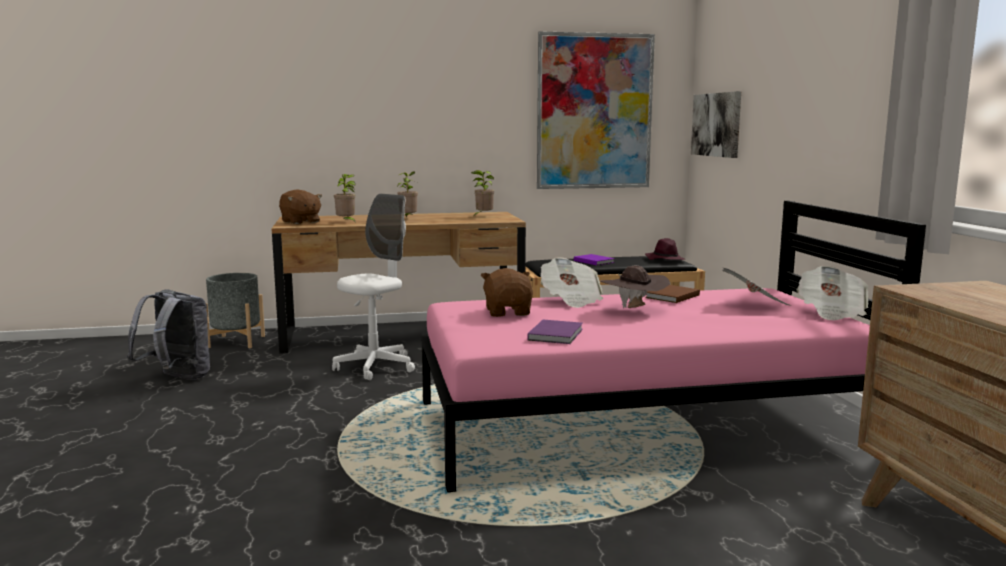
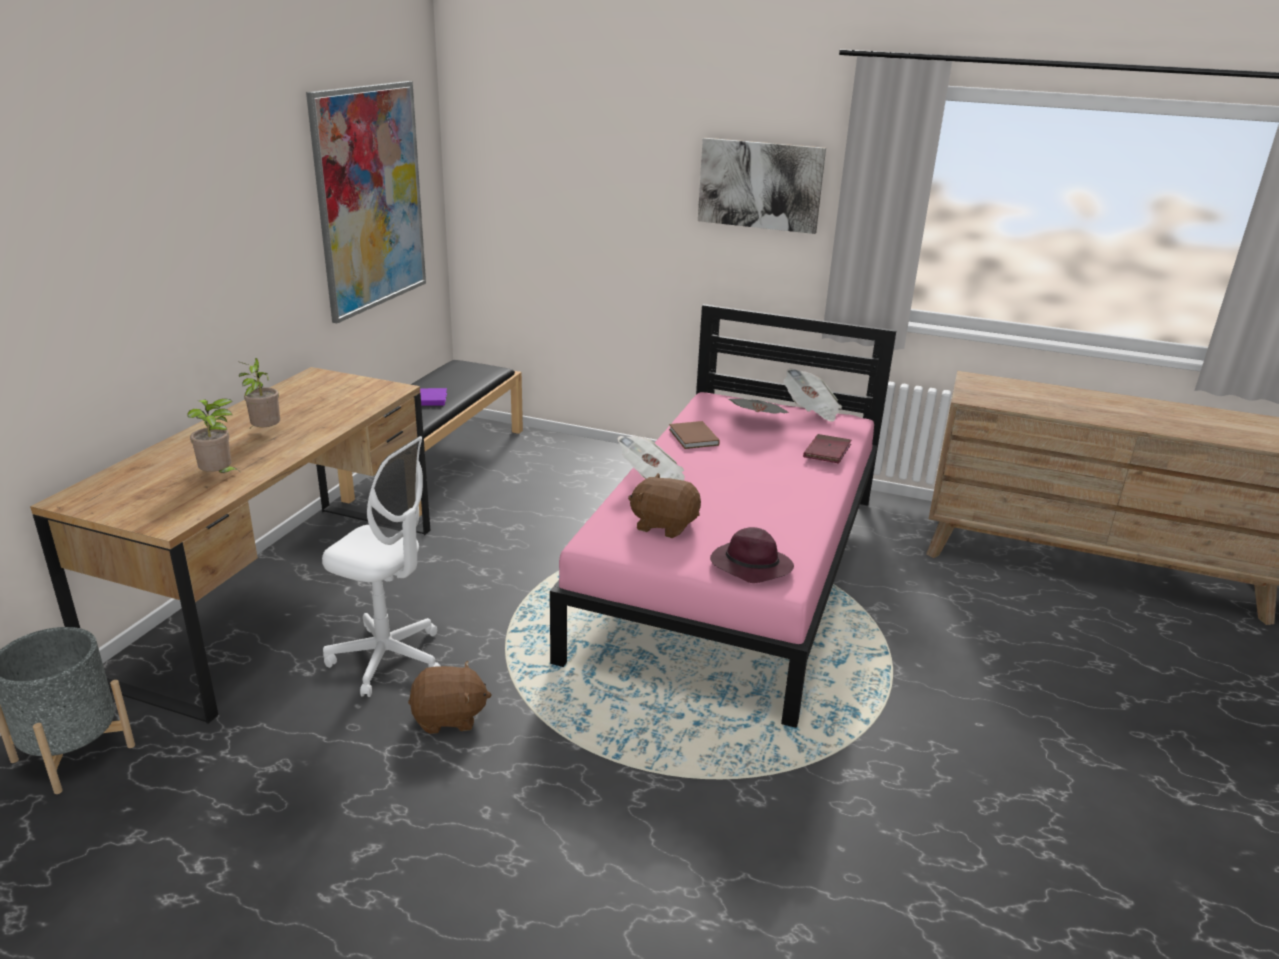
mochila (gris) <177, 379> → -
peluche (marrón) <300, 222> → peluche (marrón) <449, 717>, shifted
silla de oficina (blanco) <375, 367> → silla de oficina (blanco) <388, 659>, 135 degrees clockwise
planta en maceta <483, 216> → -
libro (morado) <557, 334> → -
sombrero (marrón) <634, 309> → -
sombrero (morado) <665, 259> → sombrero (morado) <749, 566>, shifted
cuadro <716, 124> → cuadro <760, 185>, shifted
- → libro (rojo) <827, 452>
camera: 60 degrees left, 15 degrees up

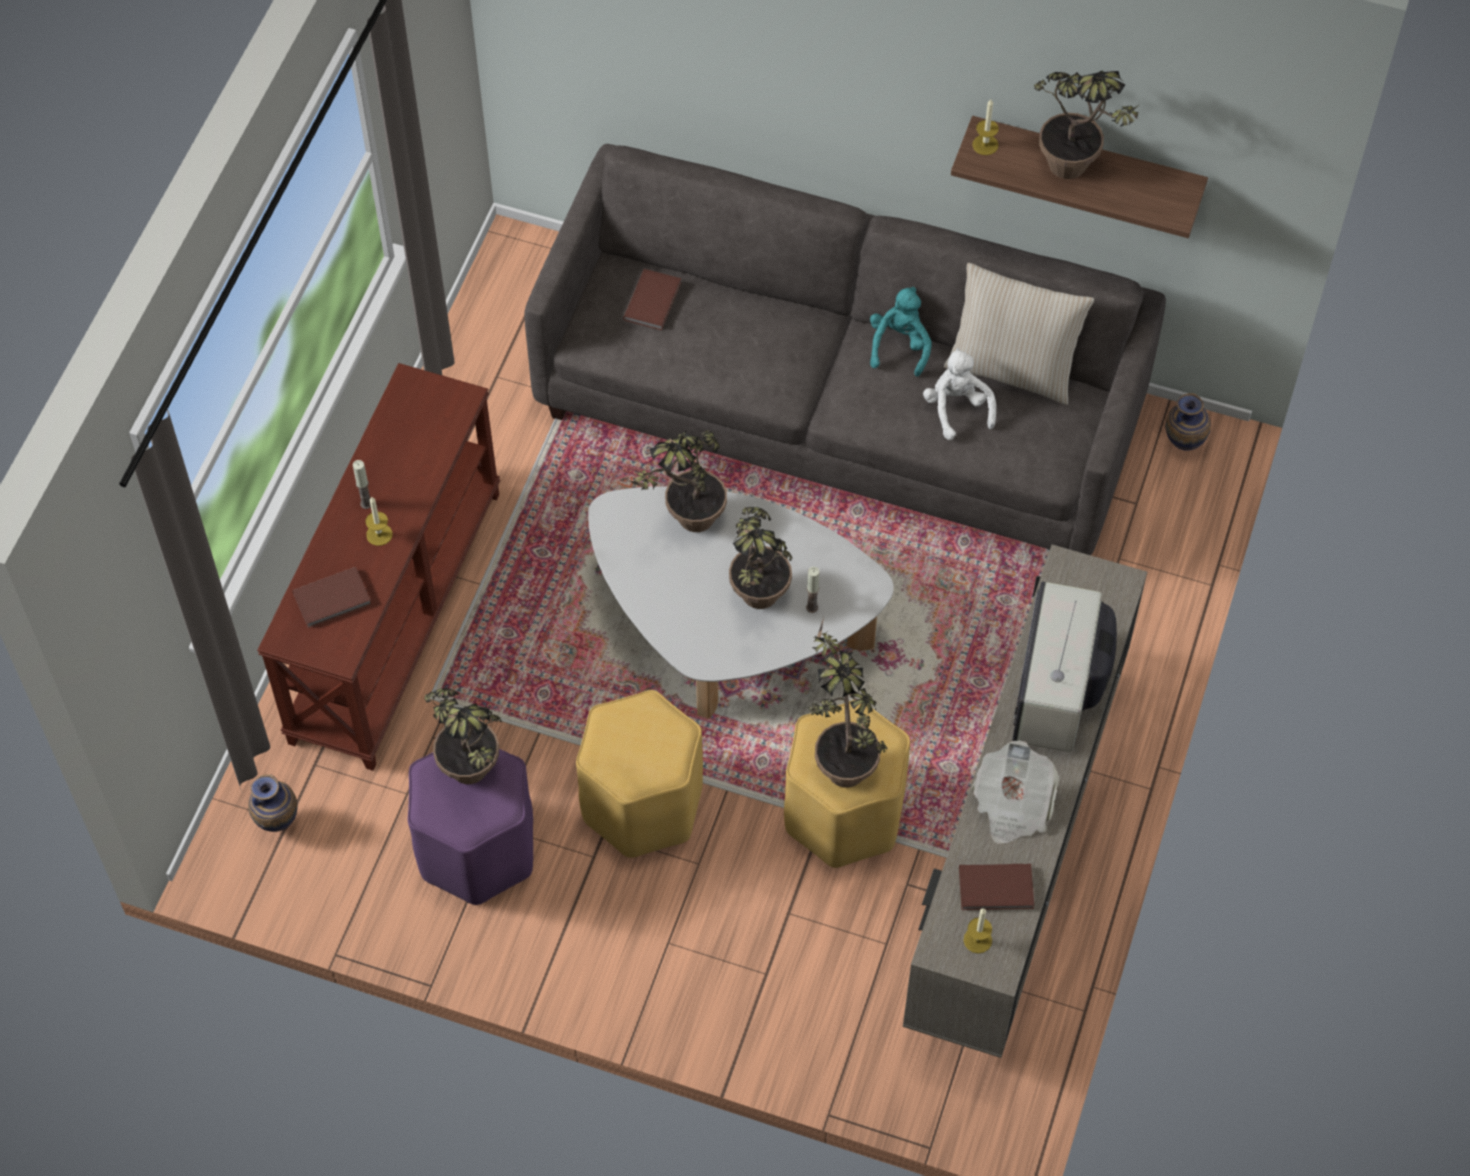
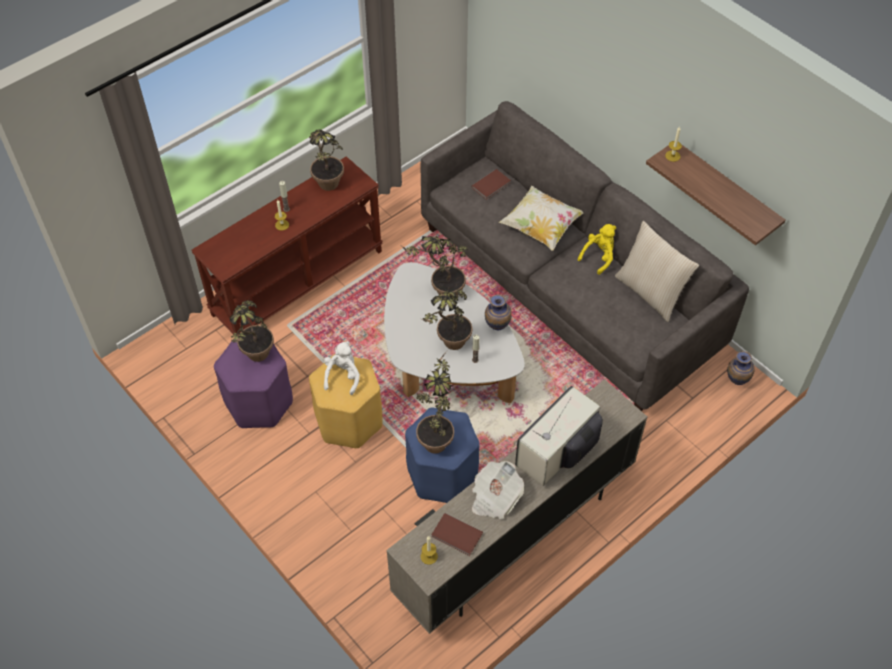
florero <278, 822> → florero <497, 326>, shifted
libro (marrón) <333, 599> → -
taburete (amarillo) <845, 813> → taburete (azul) <442, 474>
peluche (turquesa) <900, 346> → peluche (amarillo) <599, 257>
peluche (blanco) <957, 408> → peluche (blanco) <343, 376>, shifted
planta en maceta <1076, 174> → planta en maceta <328, 189>, shifted
- → cojín <541, 227>
camera: 30 degrees right, 5 degrees down

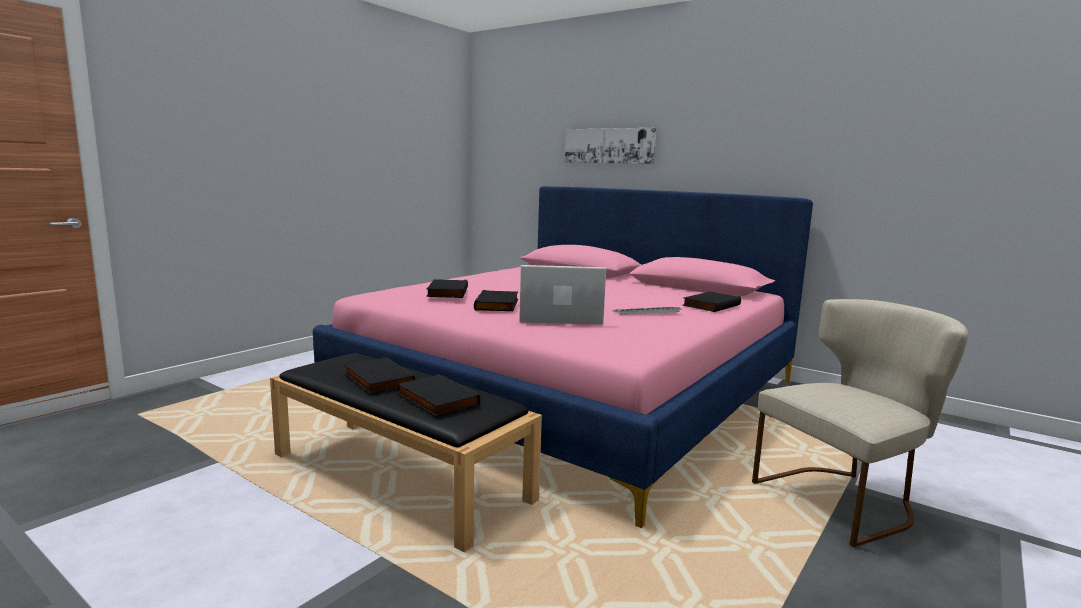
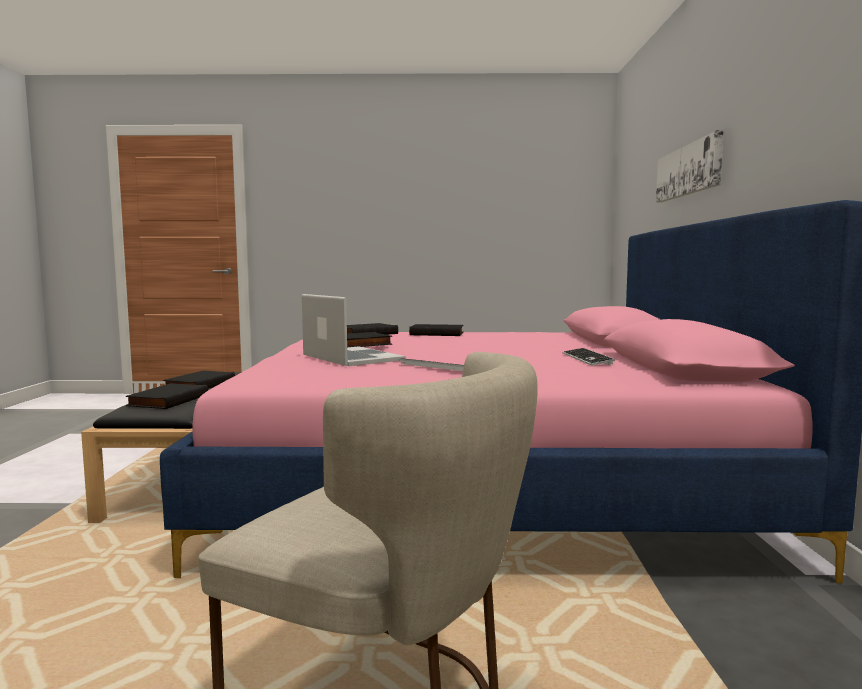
libro (negro) <710, 305> → libro (negro) <437, 333>, shifted
- → teclado <587, 359>
camera: 55 degrees right, 5 degrees down

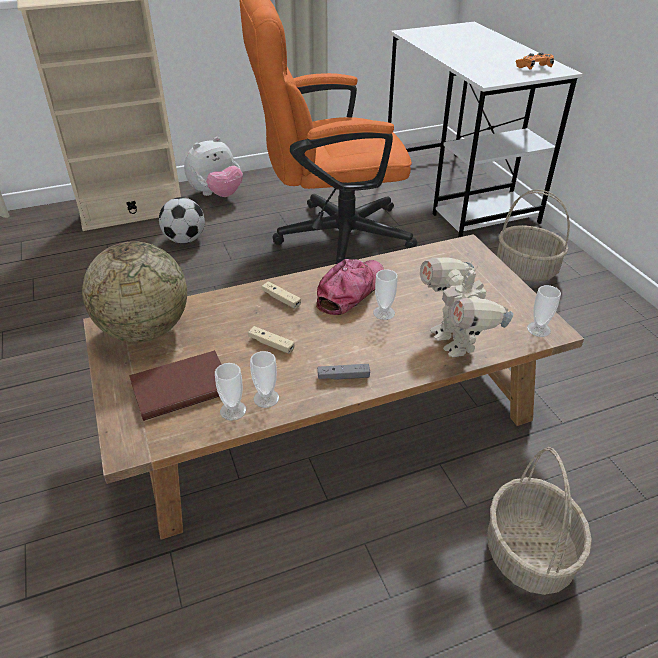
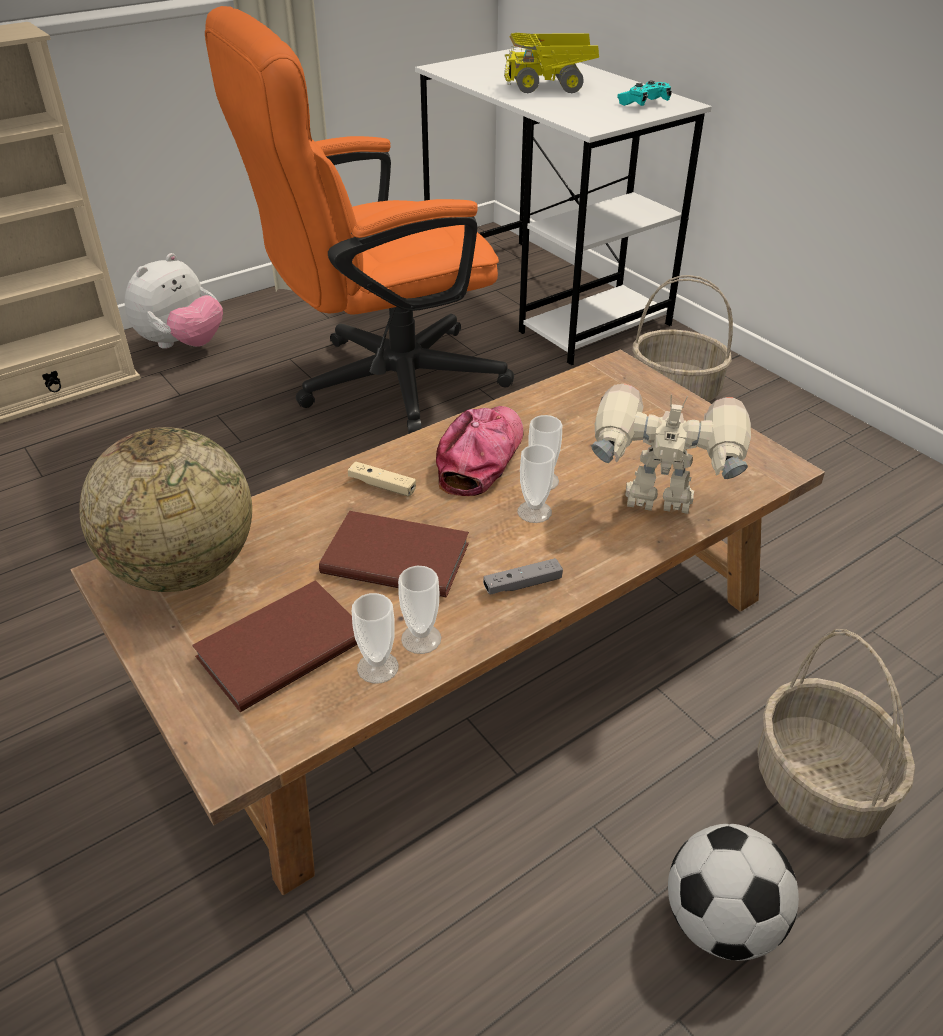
balón de fútbol <185, 240> → balón de fútbol <720, 922>, shifted
mando de consola (beis) <271, 344> → libro (marrón) <395, 556>
robot de juguete <455, 341> → robot de juguete <658, 505>, 135 degrees clockwise
mando de consola (naranja) <534, 68> → mando de consola (turquesa) <644, 104>
taza <538, 329> → taza <534, 512>, shifted
- → camión de juguete <551, 86>
camera: 15 degrees left, 0 degrees up

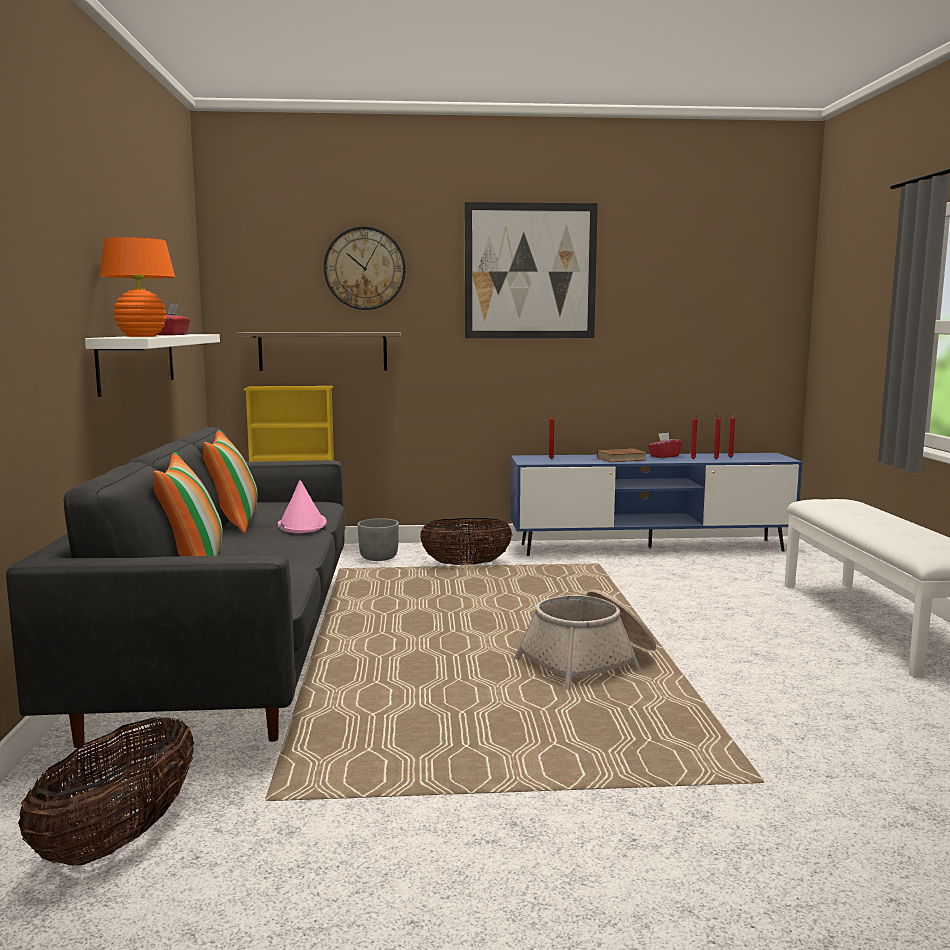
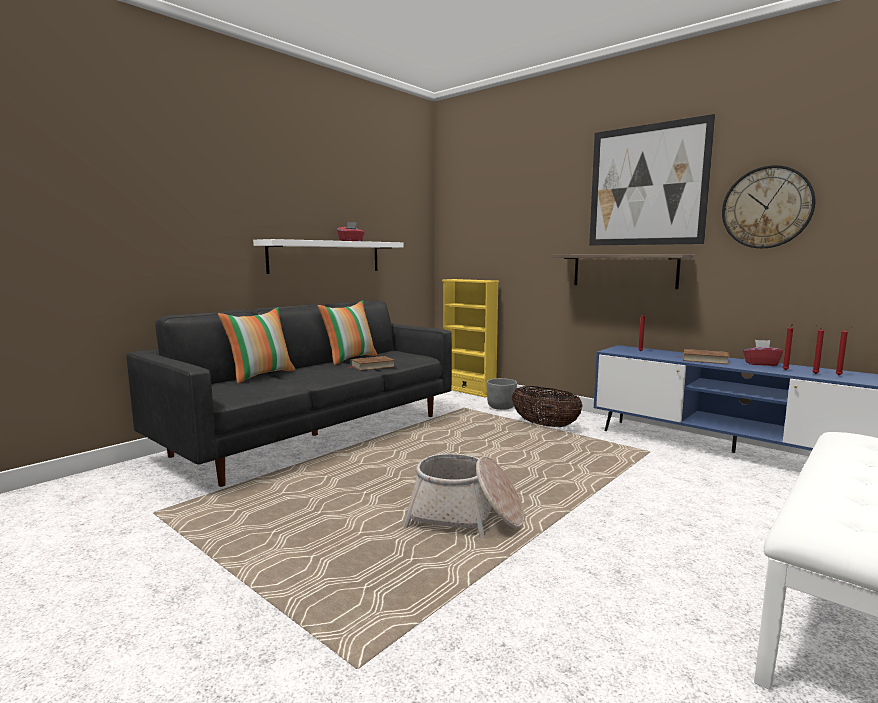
cesta <119, 839> → -
lámpara de mesa (naranja) <141, 336> → -
estante <323, 351> → estante <624, 270>, shifted
sombrero (rosa) <302, 525> → libro (marrón) <372, 366>
reloj de pared <364, 268> → reloj de pared <766, 207>, shifted
camera: 45 degrees right, 0 degrees up

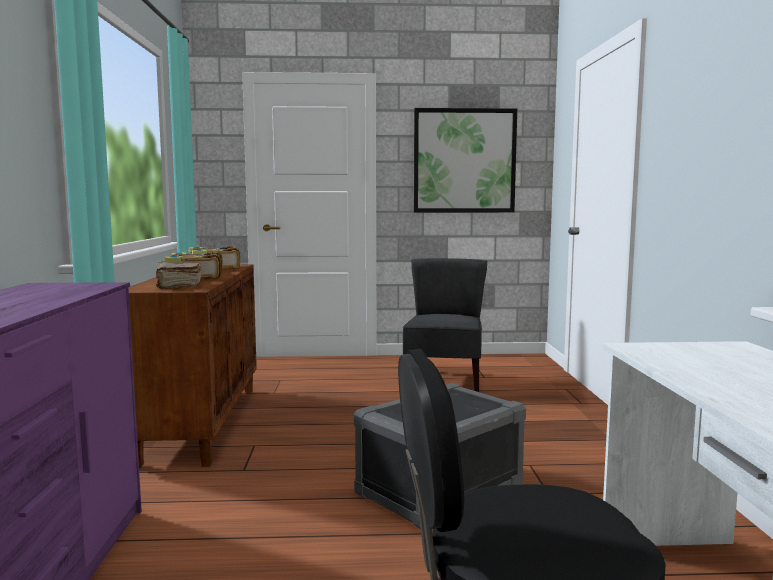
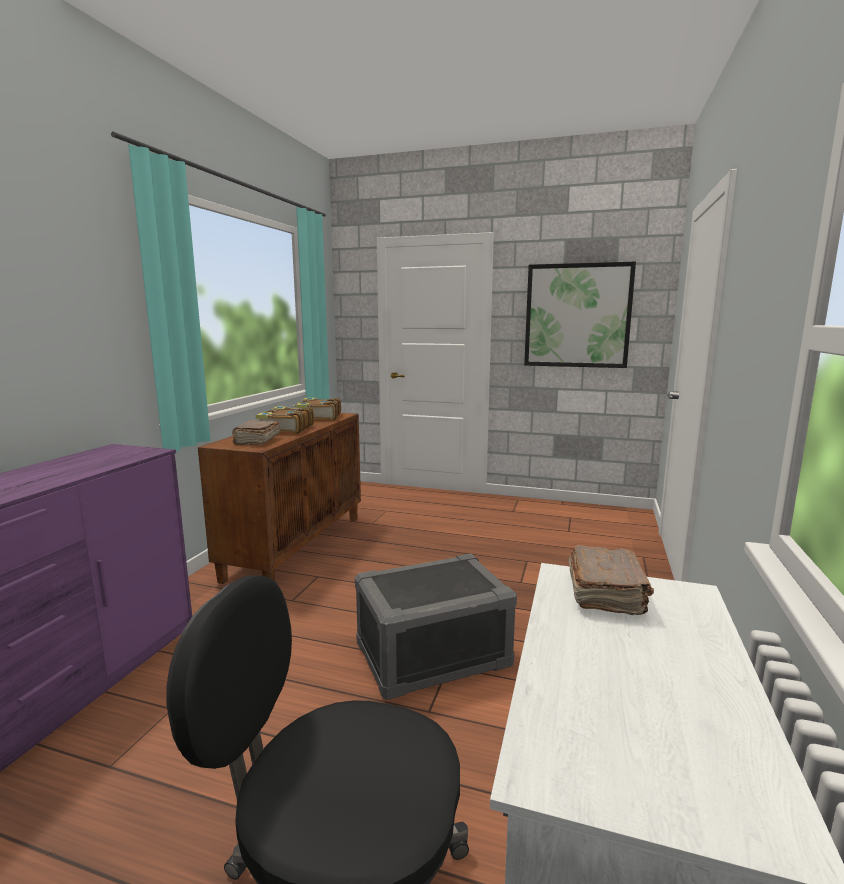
silla (gris) <444, 381> → -
- → libro (marrón) <606, 594>
camera: 20 degrees right, 5 degrees up

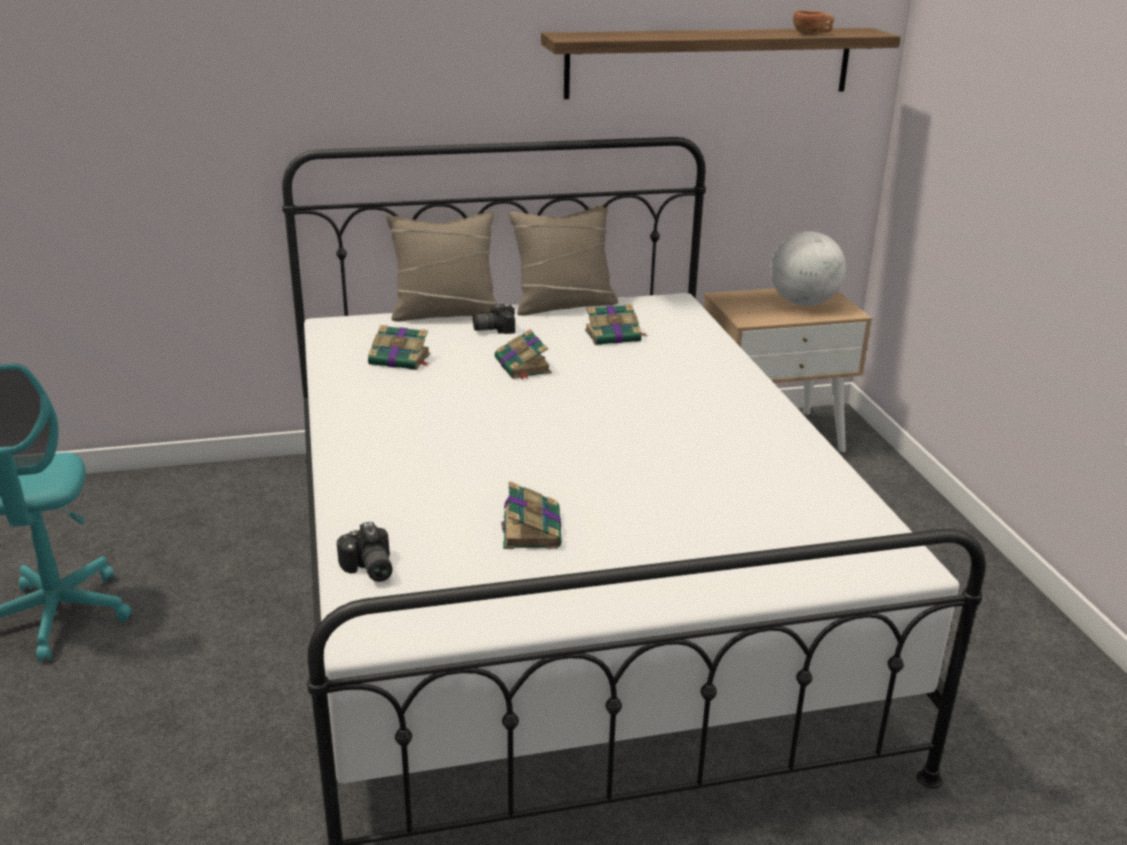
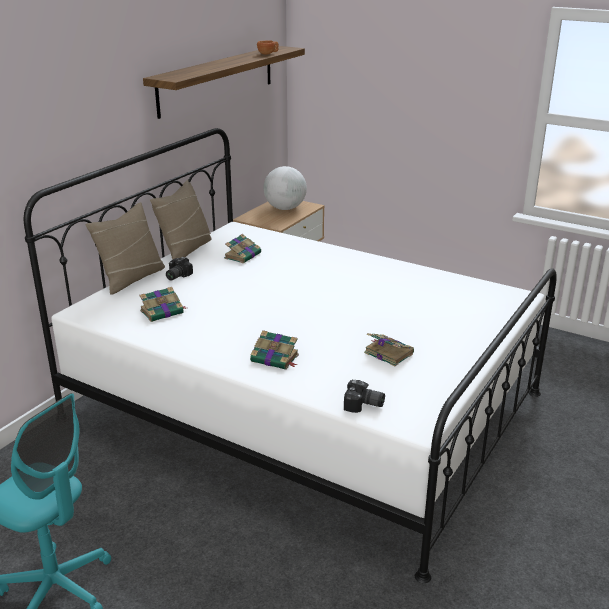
libro <523, 367> → libro <275, 359>, shifted
camera: 45 degrees left, 0 degrees up

